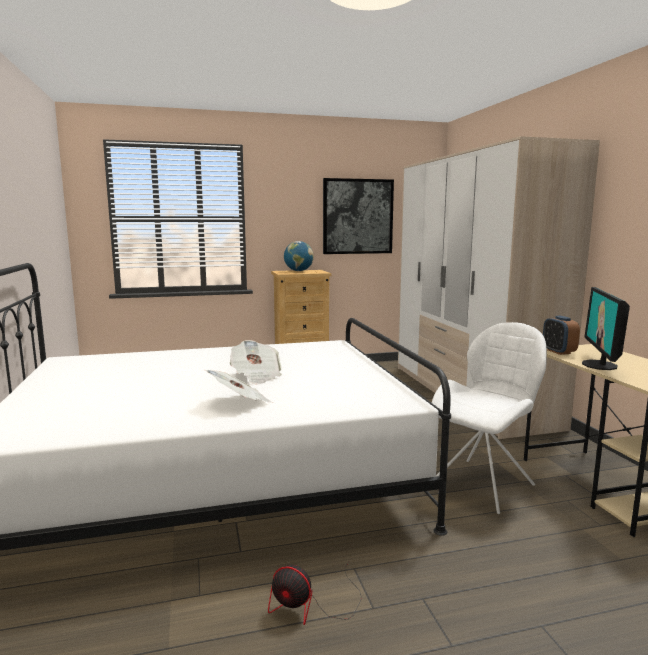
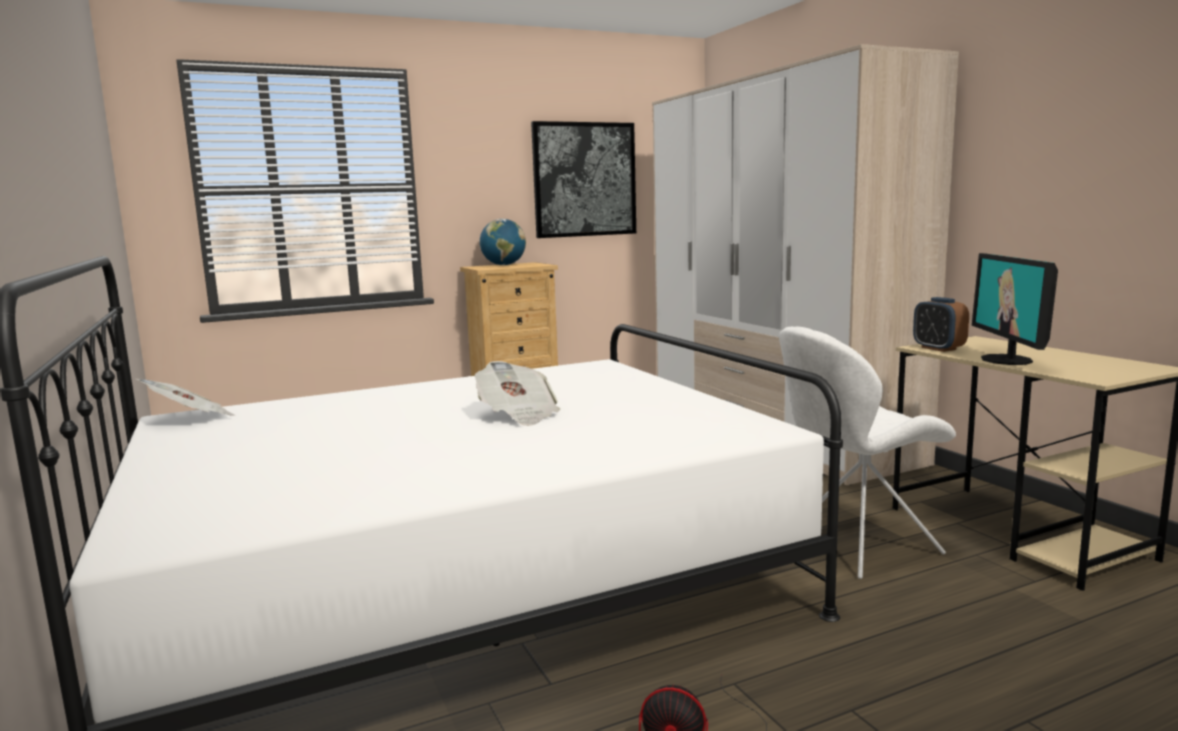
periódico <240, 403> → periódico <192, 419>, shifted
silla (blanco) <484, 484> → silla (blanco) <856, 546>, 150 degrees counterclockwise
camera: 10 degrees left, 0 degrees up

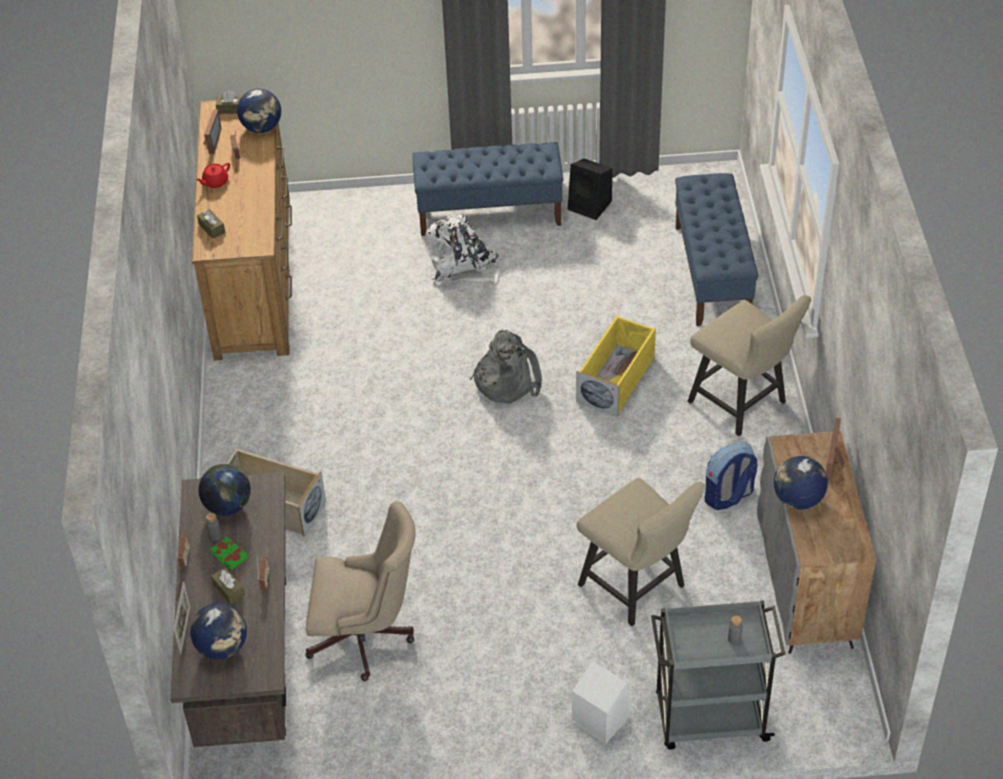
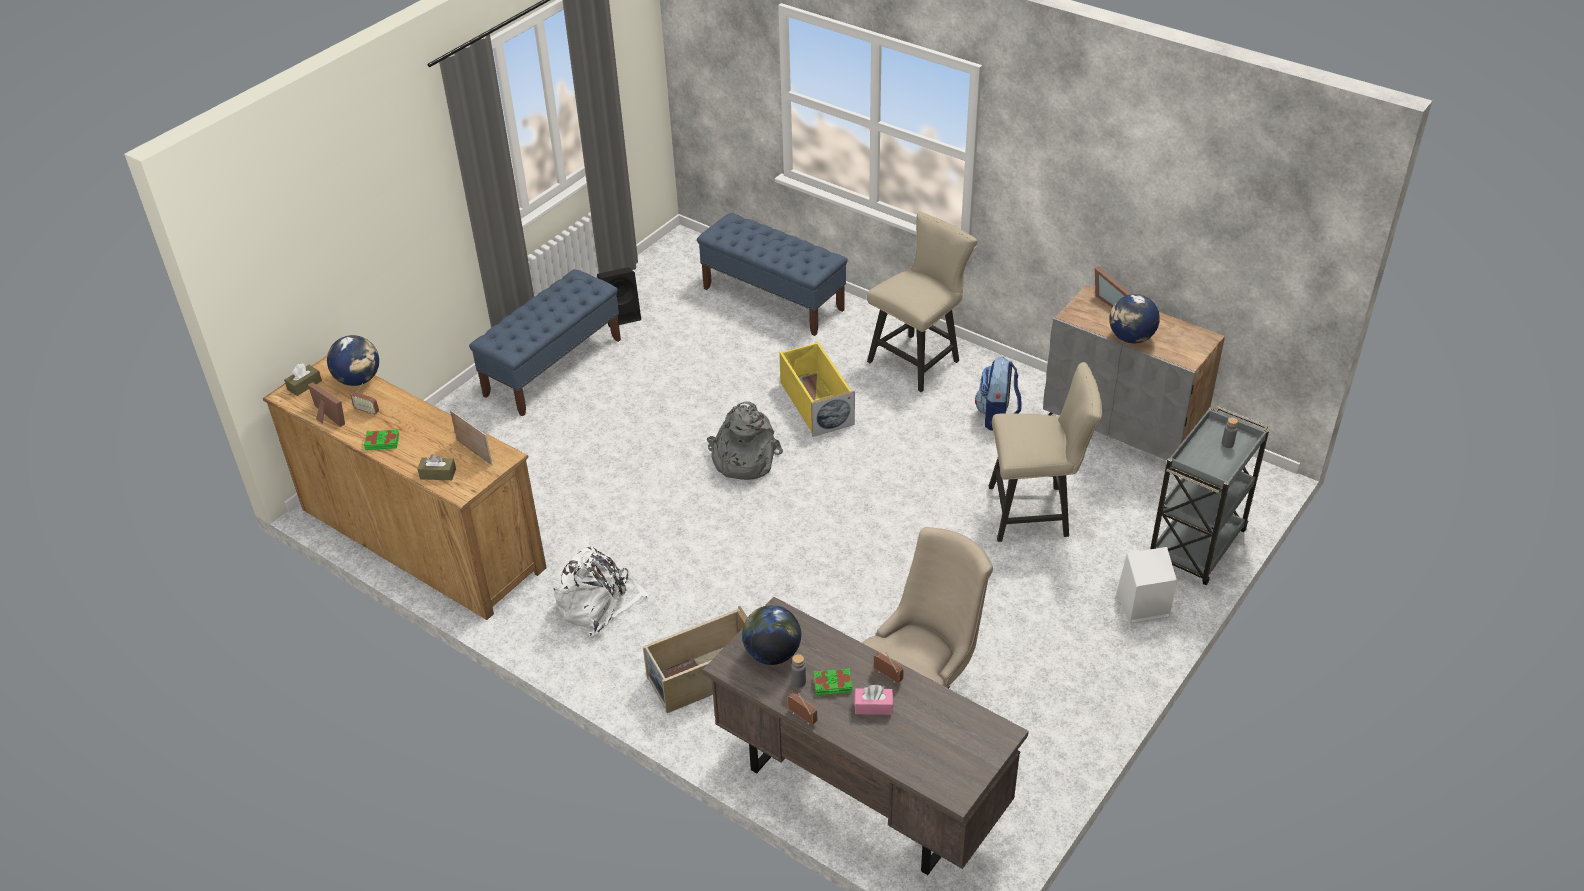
portarretratos <185, 630> → portarretratos <474, 452>, shifted
globo terráqueo <222, 647> → -
tetera (rojo) <215, 182> → libro (verde) <382, 442>
caja de pañuelos (marrón) <228, 590> → caja de pañuelos (rosa) <873, 706>
mochila (blanco) <463, 267> → mochila (blanco) <599, 605>, shifted
silla (beis) <743, 405> → silla (beis) <919, 359>, 45 degrees counterclockwise
camera: 50 degrees left, 5 degrees down

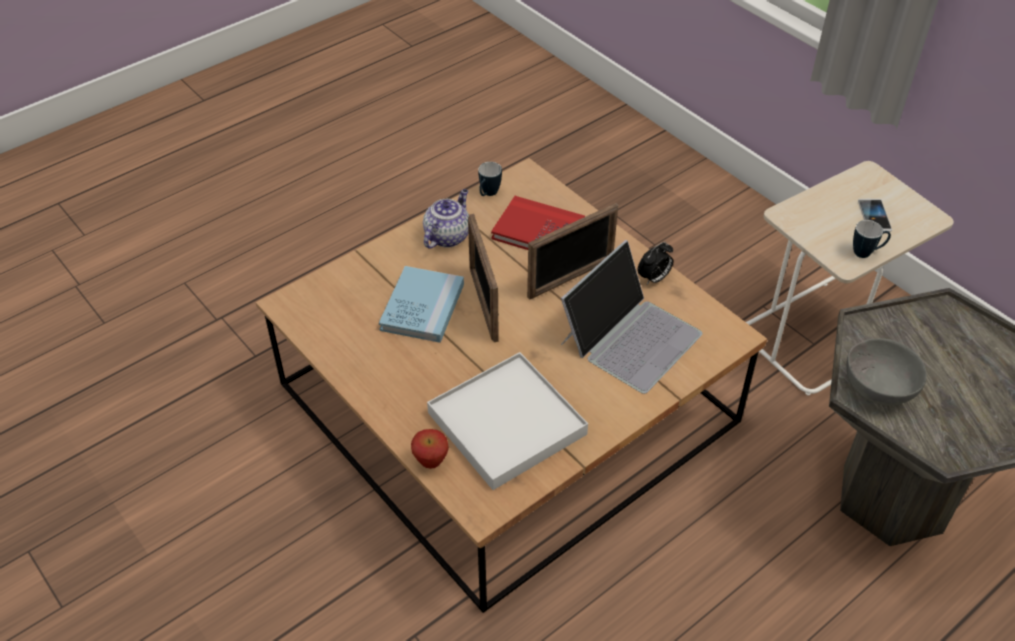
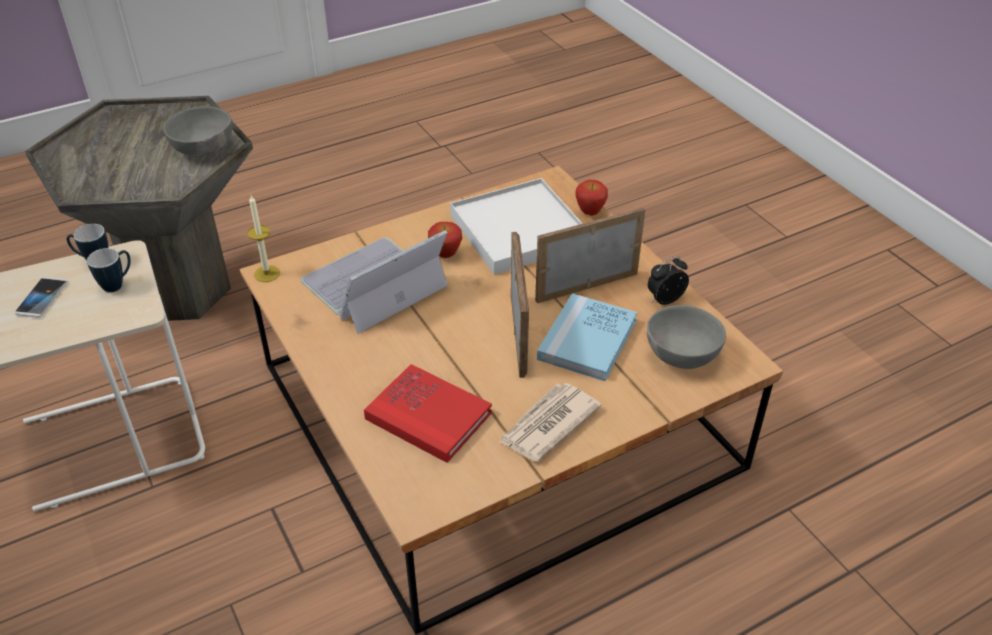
tetera <447, 236> → periódico <547, 424>
taza grande <488, 194> → taza grande <117, 284>, shifted
portarretratos <571, 278> → portarretratos <586, 286>, shifted
despertador <654, 279> → despertador <665, 299>, shifted
- → vela <267, 274>
- → manzana <445, 255>
- → cuenco (gris) <679, 355>
camera: 170 degrees left, 5 degrees down

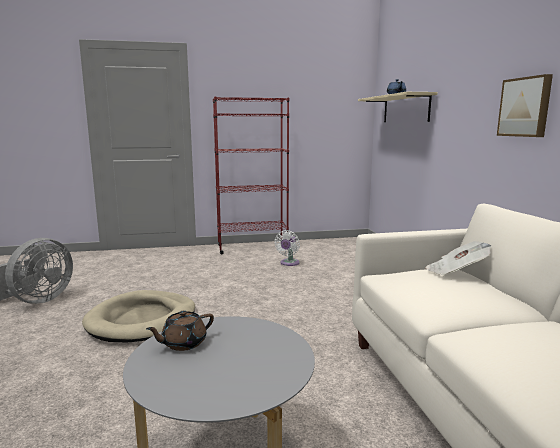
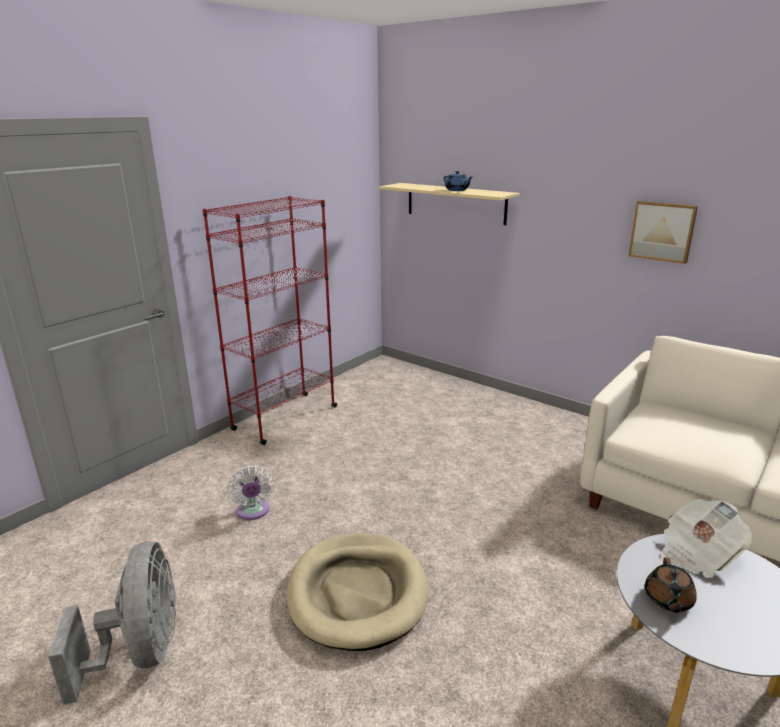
ventilador (blanco) <289, 263> → ventilador (blanco) <253, 512>, shifted
periódico <457, 272> → periódico <697, 553>, shifted
camera: 40 degrees left, 10 degrees up

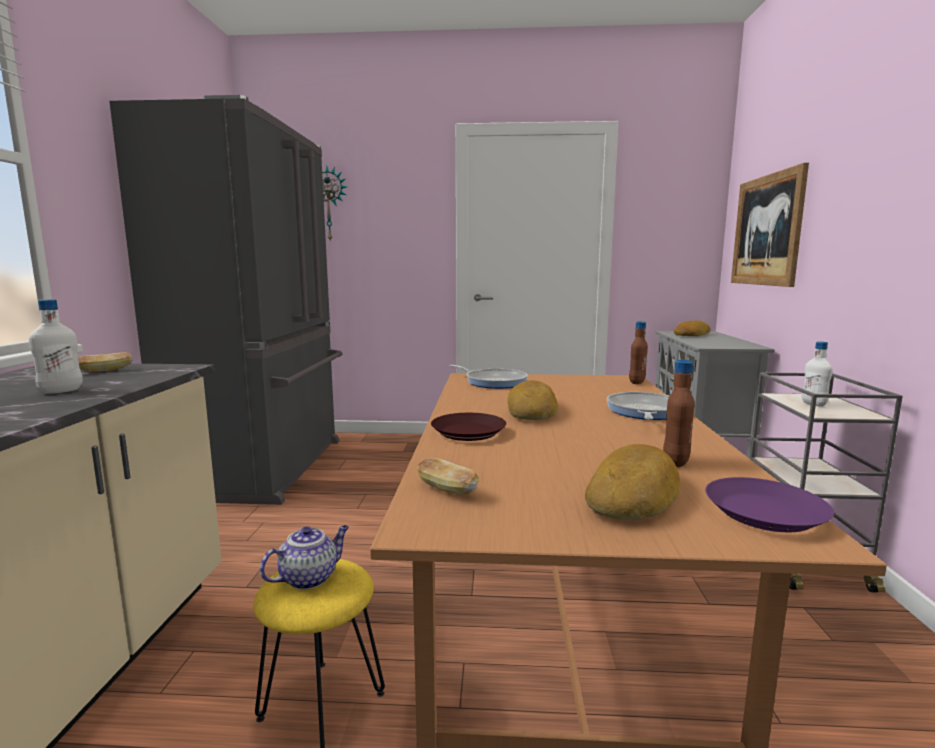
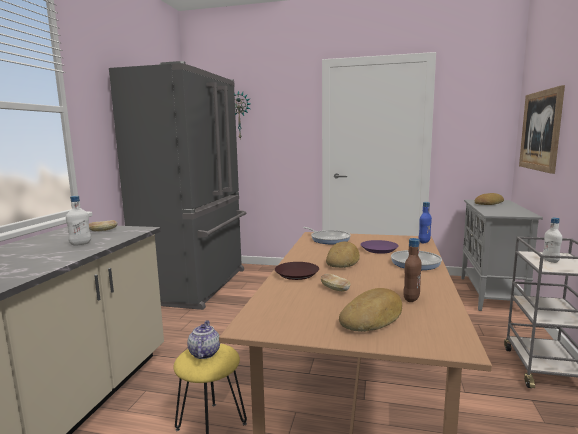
tetera <309, 578> → tetera <204, 353>, 60 degrees counterclockwise
pan <447, 490> → pan <335, 289>, shifted
botella (marrón) <636, 382> → botella (azul) <424, 242>
plato (morado) <765, 513> → plato (morado) <379, 249>, shifted
camera: 10 degrees right, 0 degrees up

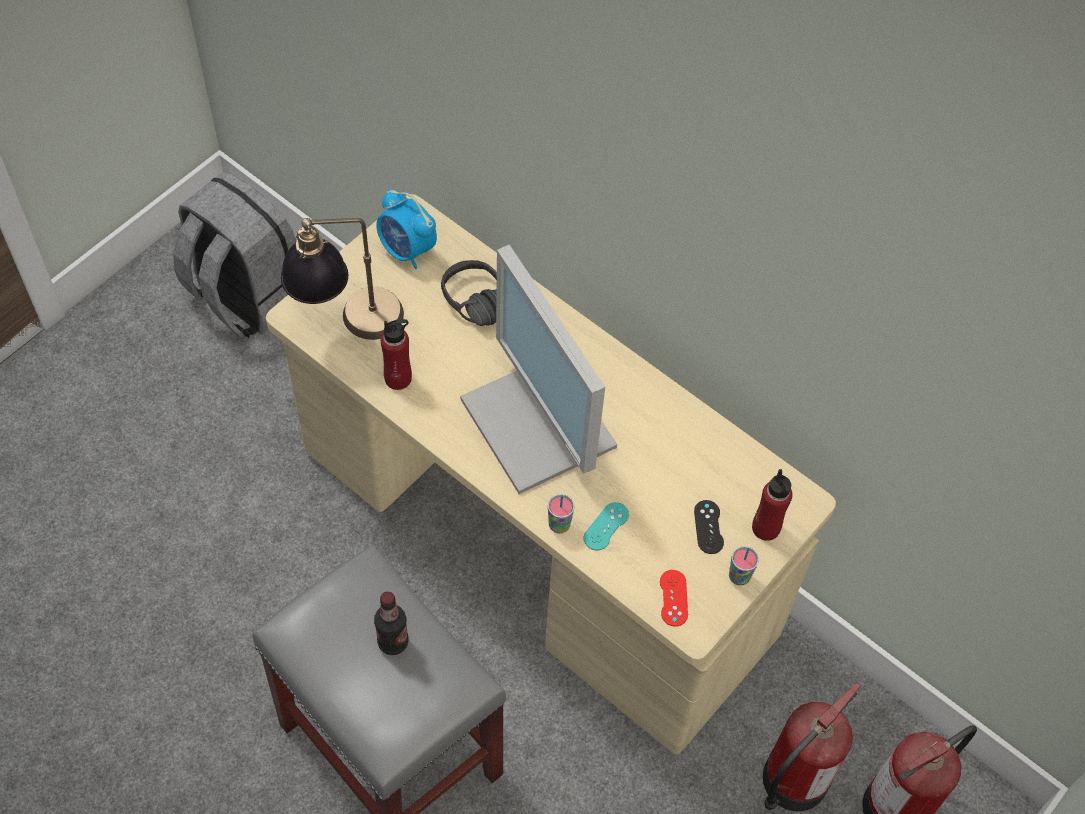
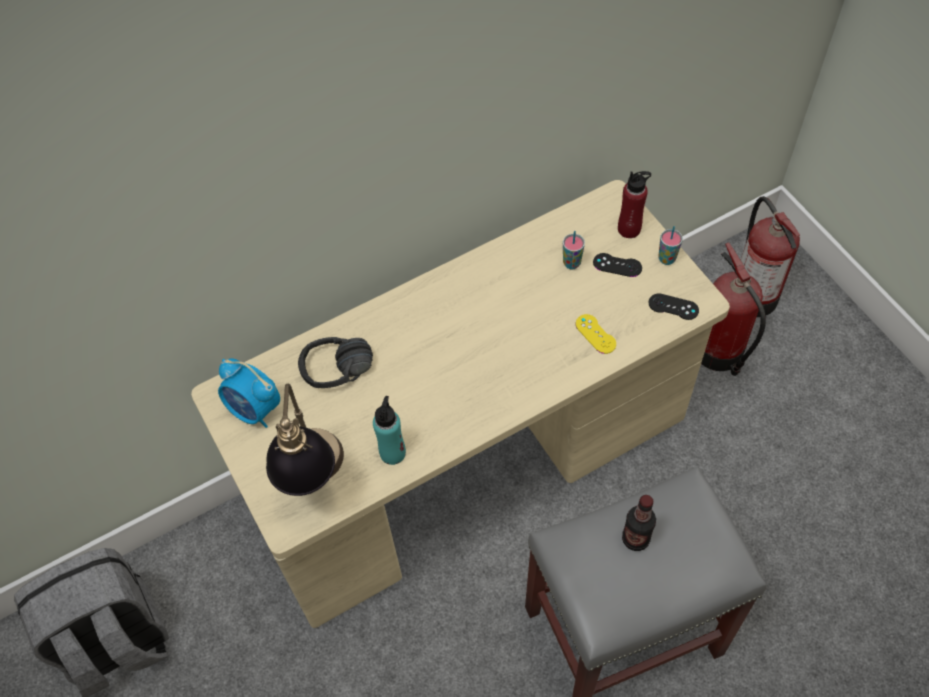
despertador <407, 250> → despertador <255, 410>, 60 degrees clockwise
botella (rojo) <398, 378> → botella (turquesa) <392, 452>
monitor <541, 424> → -
taza <559, 525> → taza <571, 263>, shifted
mando de consola (turquesa) <606, 526> → mando de consola (amarillo) <595, 334>
mando de consola (rojo) <673, 598> → mando de consola (negro) <673, 307>
camera: 65 degrees left, 0 degrees up

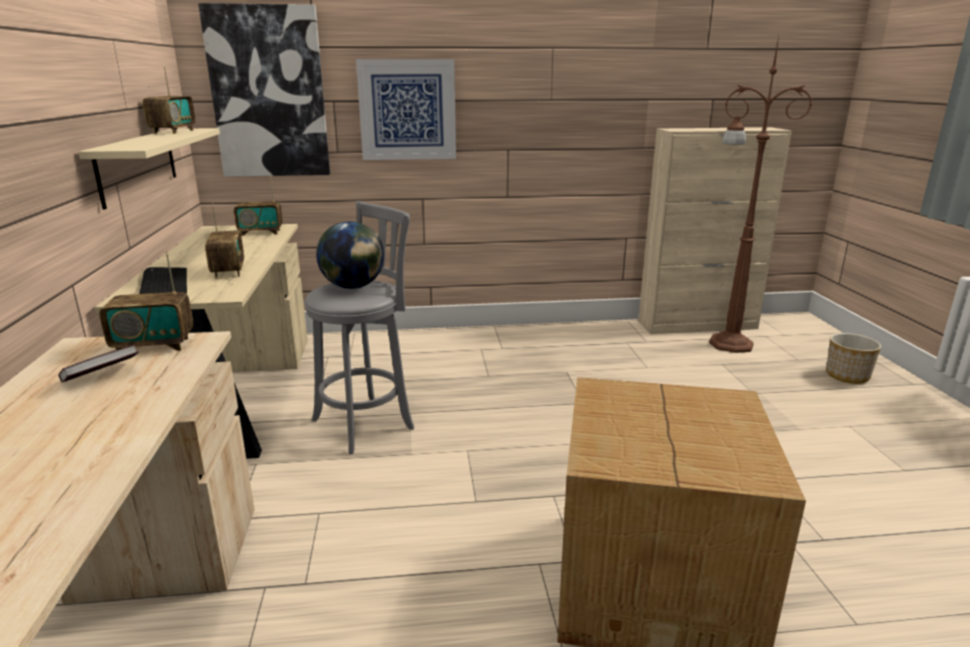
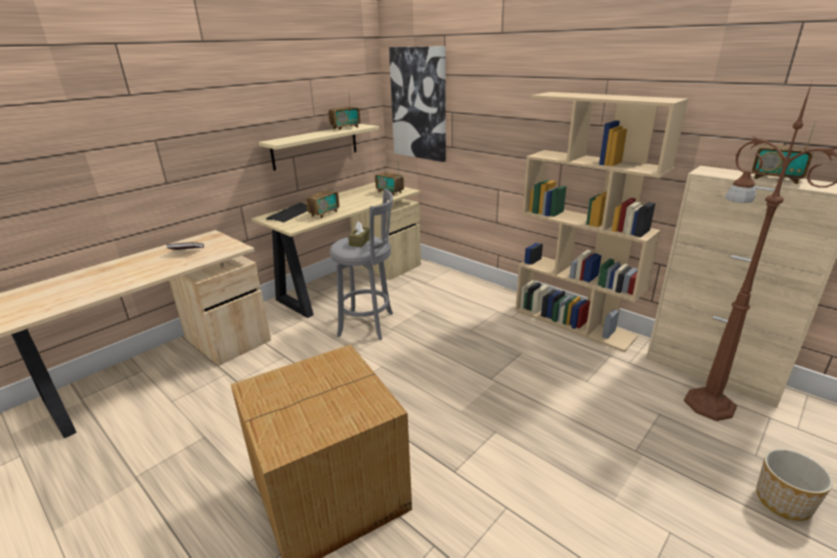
radio <154, 346> → radio <776, 179>, shifted
globo terráqueo <353, 287> → caja de pañuelos (marrón) <360, 241>
cuadro <407, 110> → -
- → estantería (beis) <574, 323>
camera: 50 degrees right, 5 degrees up

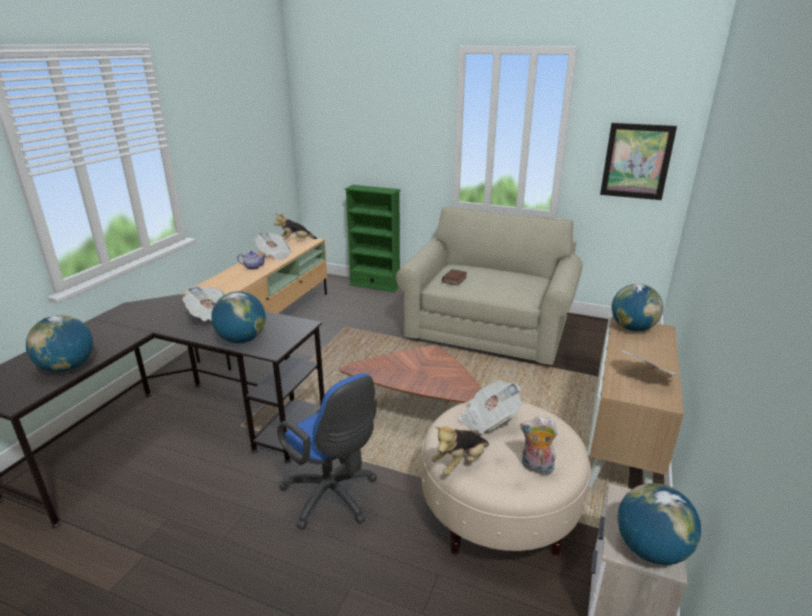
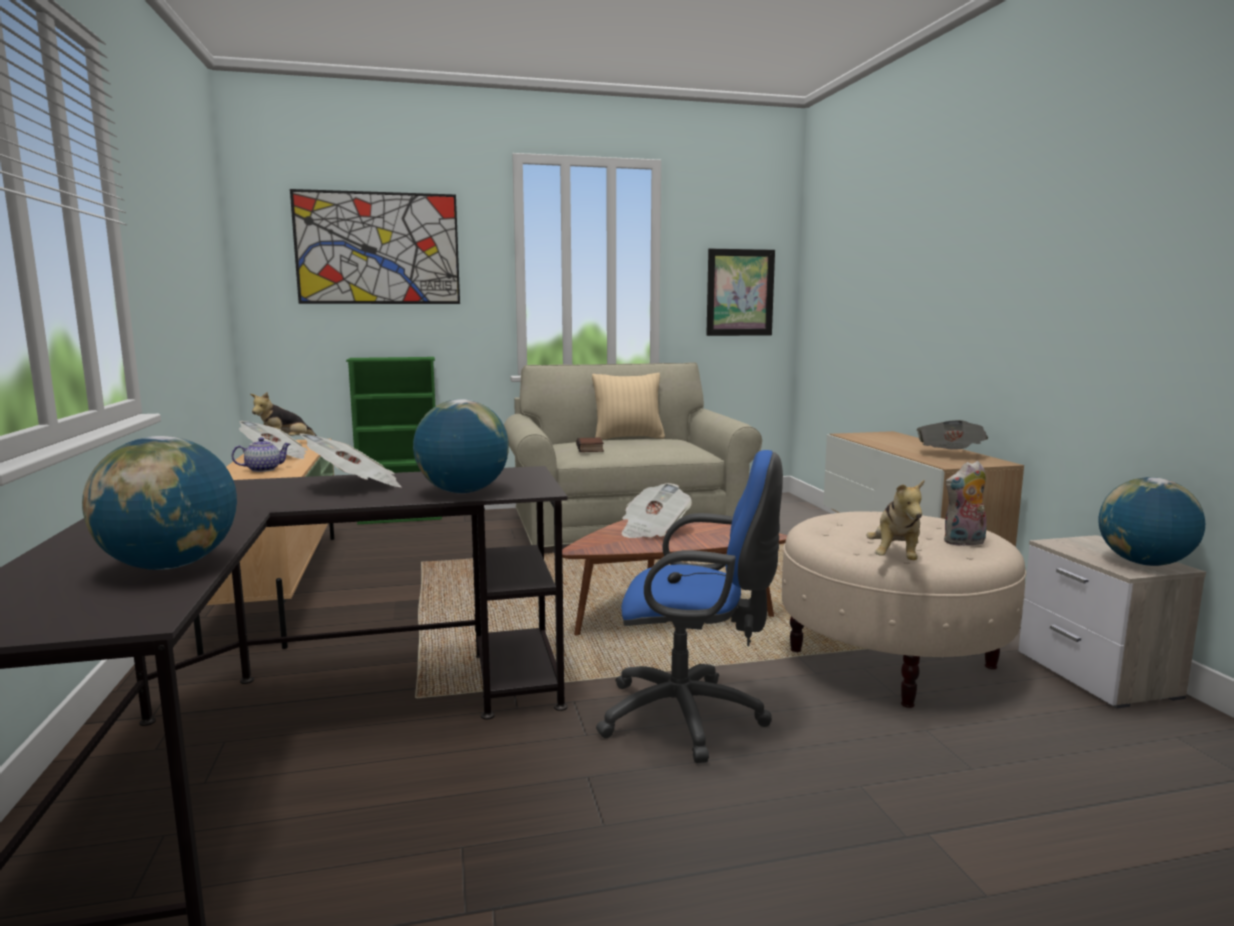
periódico <488, 419> → periódico <653, 530>, shifted
globo terráqueo <632, 328> → -
- → cuadro <378, 248>
- → cojín (beis) <628, 438>
camera: 35 degrees left, 15 degrees down

